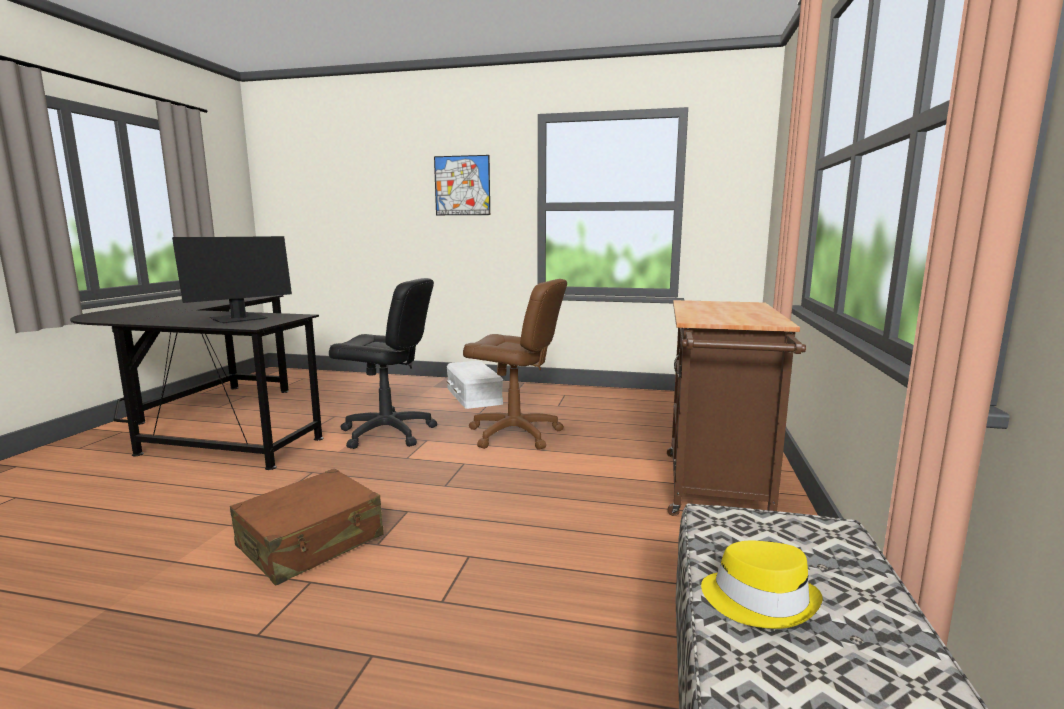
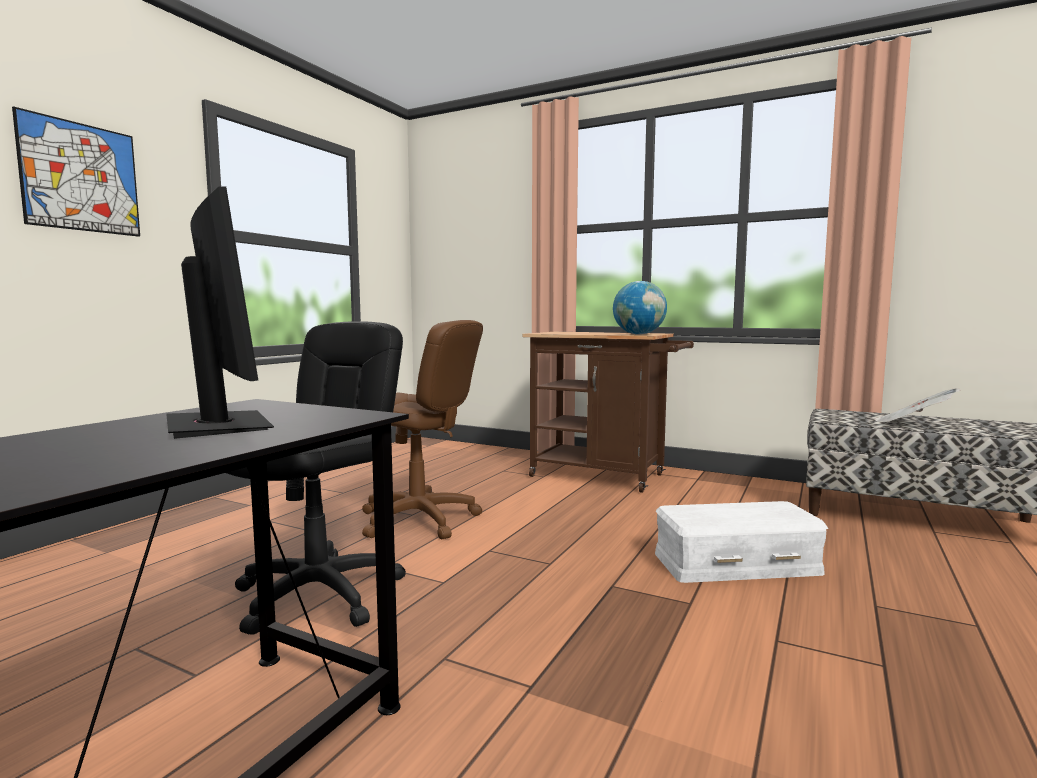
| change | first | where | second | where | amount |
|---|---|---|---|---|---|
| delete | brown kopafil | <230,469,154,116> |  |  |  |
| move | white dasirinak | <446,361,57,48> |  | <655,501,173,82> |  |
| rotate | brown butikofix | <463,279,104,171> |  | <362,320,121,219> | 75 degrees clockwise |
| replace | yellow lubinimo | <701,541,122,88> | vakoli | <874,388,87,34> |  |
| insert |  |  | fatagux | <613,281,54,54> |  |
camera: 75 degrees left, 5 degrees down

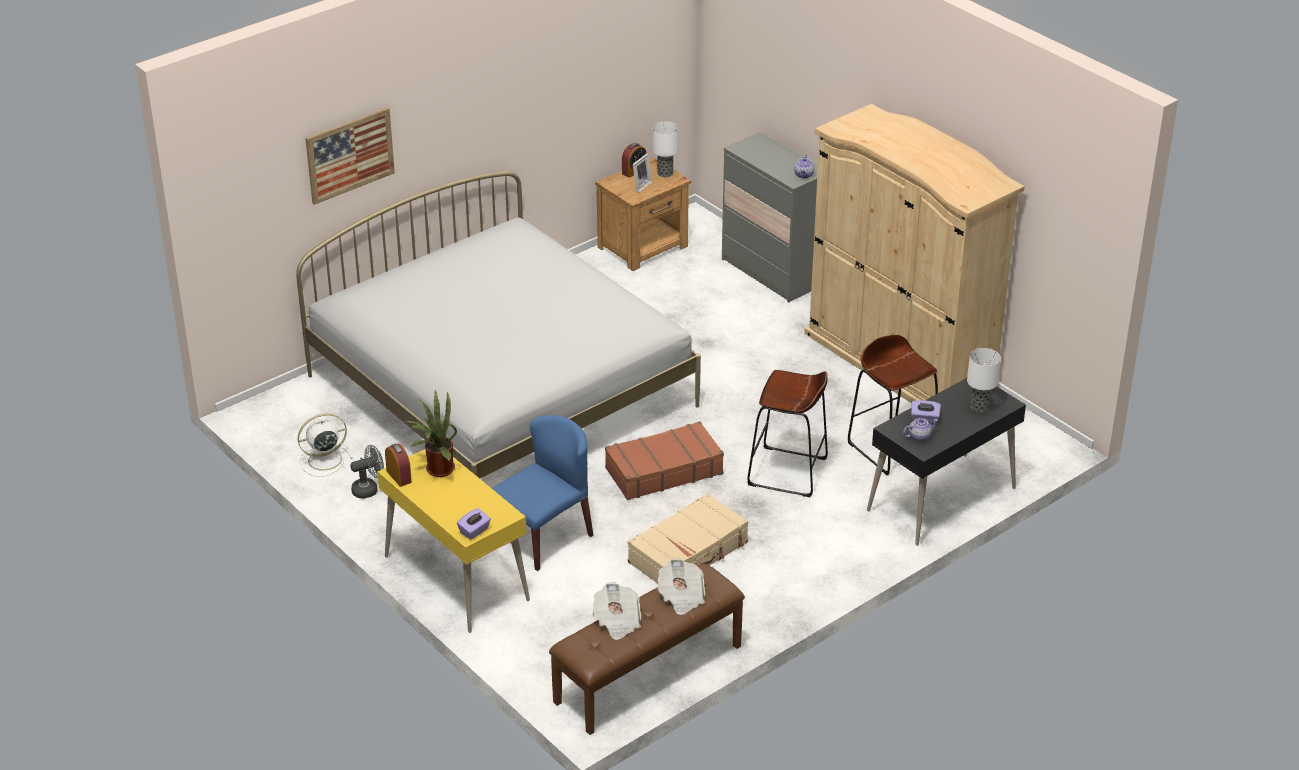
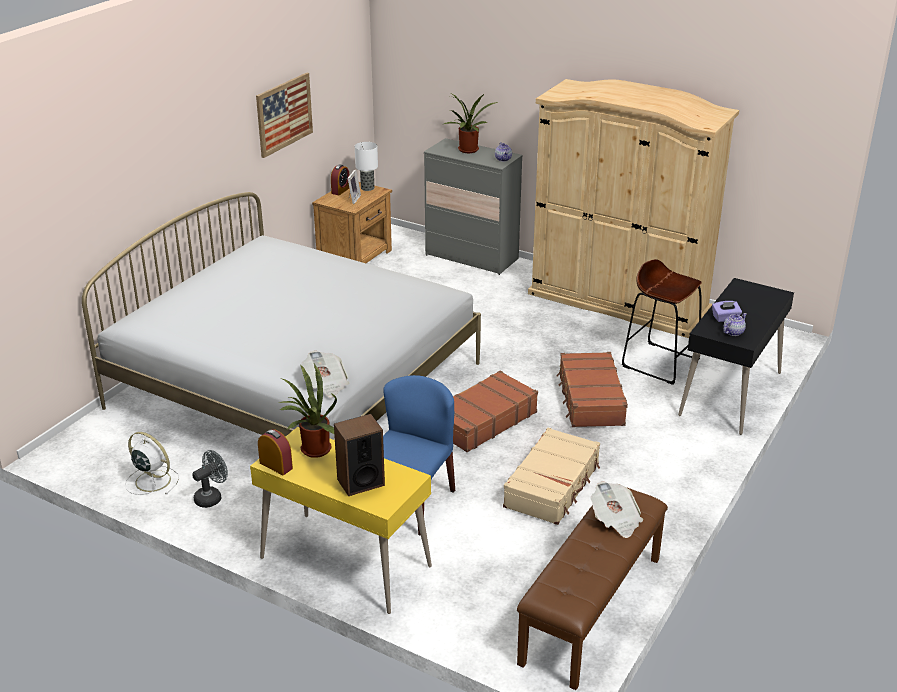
| change | first | where | second | where | amount |
|---|---|---|---|---|---|
| rotate | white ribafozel | <298,413,55,64> |  | <125,432,54,63> | 75 degrees clockwise |
| move | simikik | <305,107,90,98> |  | <256,73,57,85> |  |
| delete | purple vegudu | <457,508,34,31> |  |  |  |
| move | vakoli | <592,582,49,58> |  | <301,350,49,48> |  |
| replace | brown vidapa | <747,370,81,127> | brown kopafil | <556,352,72,75> |  |
| delete | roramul | <967,348,34,64> |  |  |  |
| insert |  |  | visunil | <334,414,51,82> |  |
| insert |  |  | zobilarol | <444,93,54,60> |  |
camera: 20 degrees left, 5 degrees down

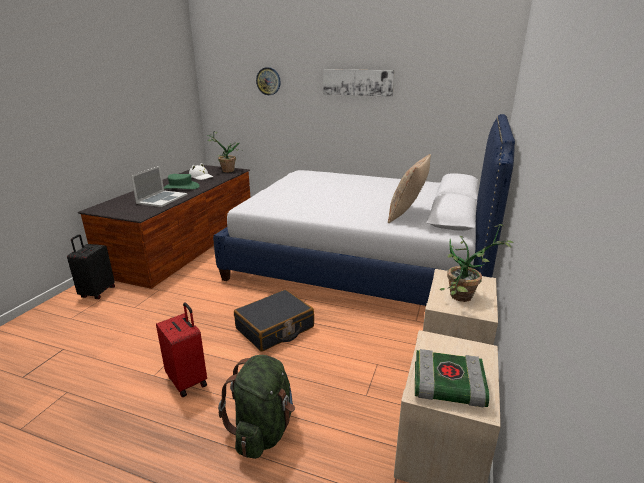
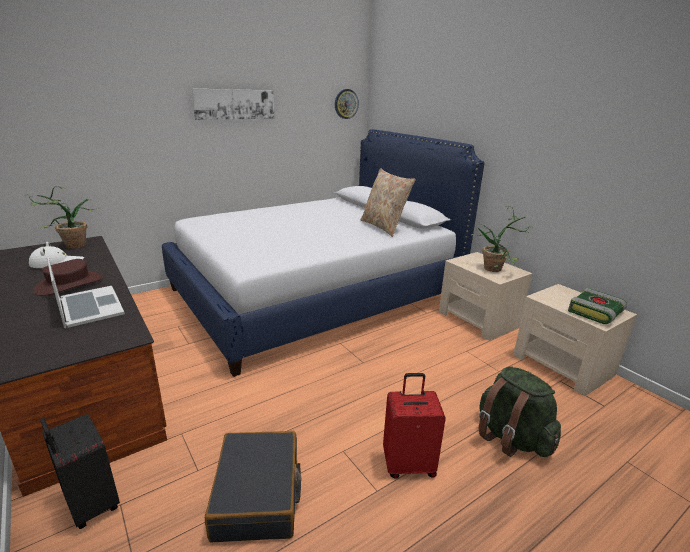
| change | first | where | second | where | amount |
|---|---|---|---|---|---|
| recolor | green lubinimo | <164,174,36,15> | brown lubinimo | <33,259,70,37> |  |
| move | black kopafil | <234,290,80,61> |  | <205,431,97,111> |  |
| move | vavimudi | <256,67,25,28> |  | <335,89,24,30> |  |
camera: 55 degrees left, 0 degrees up

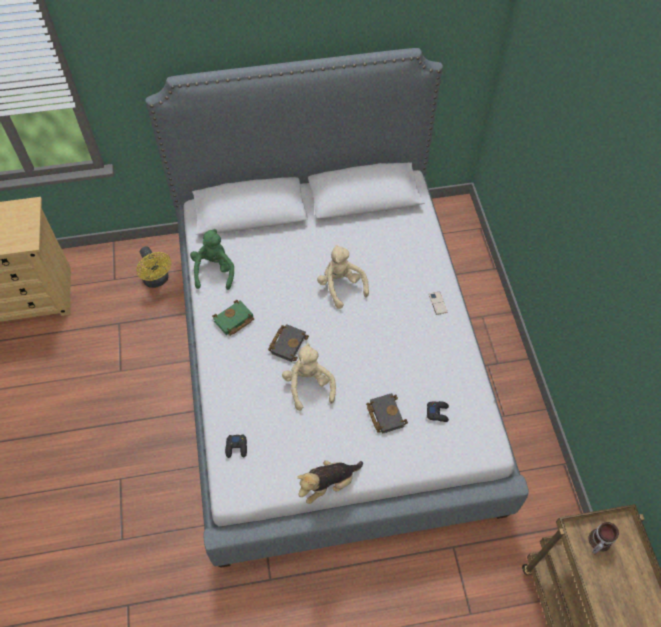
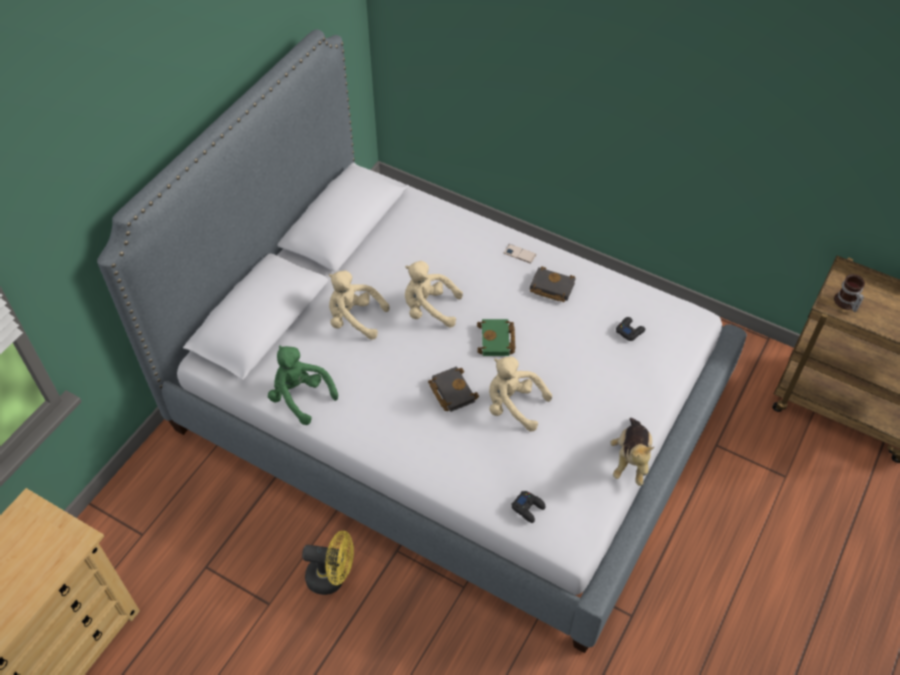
| change | first | where | second | where | amount |
|---|---|---|---|---|---|
| move | yellow ribafozel | <136,246,35,42> |  | <302,531,52,64> |  |
| move | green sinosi | <212,300,42,36> |  | <477,319,38,37> |  |
| move | black sinosi | <366,393,42,41> |  | <530,266,46,36> |  |
| insert |  |  | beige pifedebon | <329,270,61,70> |  |
camera: 50 degrees left, 5 degrees down

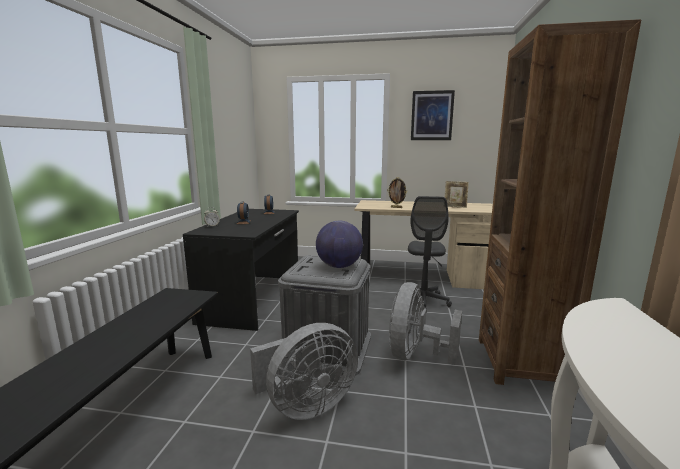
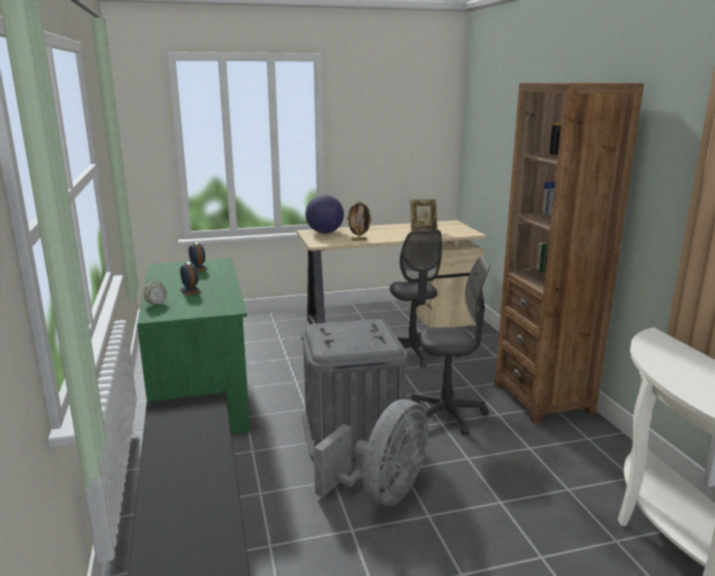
| change | first | where | second | where | amount |
|---|---|---|---|---|---|
| recolor | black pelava | <183,209,116,122> | green pelava | <137,258,113,177> |  |
| move | fatagux | <316,221,47,47> |  | <306,195,38,38> |  |
| replace | grey ribafozel | <389,282,73,83> | grey butikofix | <411,256,79,180> |  |
| delete | simikik | <411,90,44,50> |  |  |  |
camera: 25 degrees left, 5 degrees up

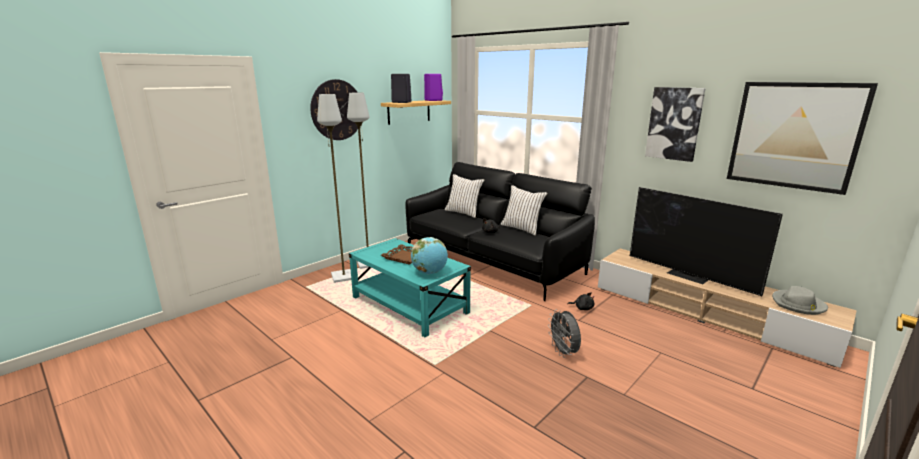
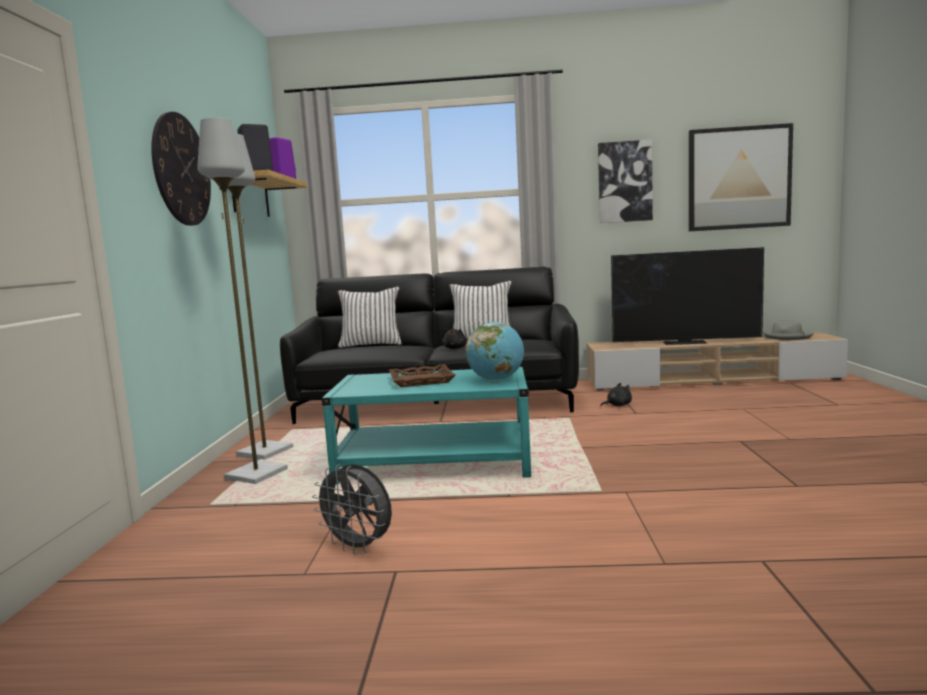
| change | first | where | second | where | amount |
|---|---|---|---|---|---|
| move | grey ribafozel | <548,309,33,49> |  | <312,464,80,90> |  |
camera: 40 degrees left, 10 degrees down

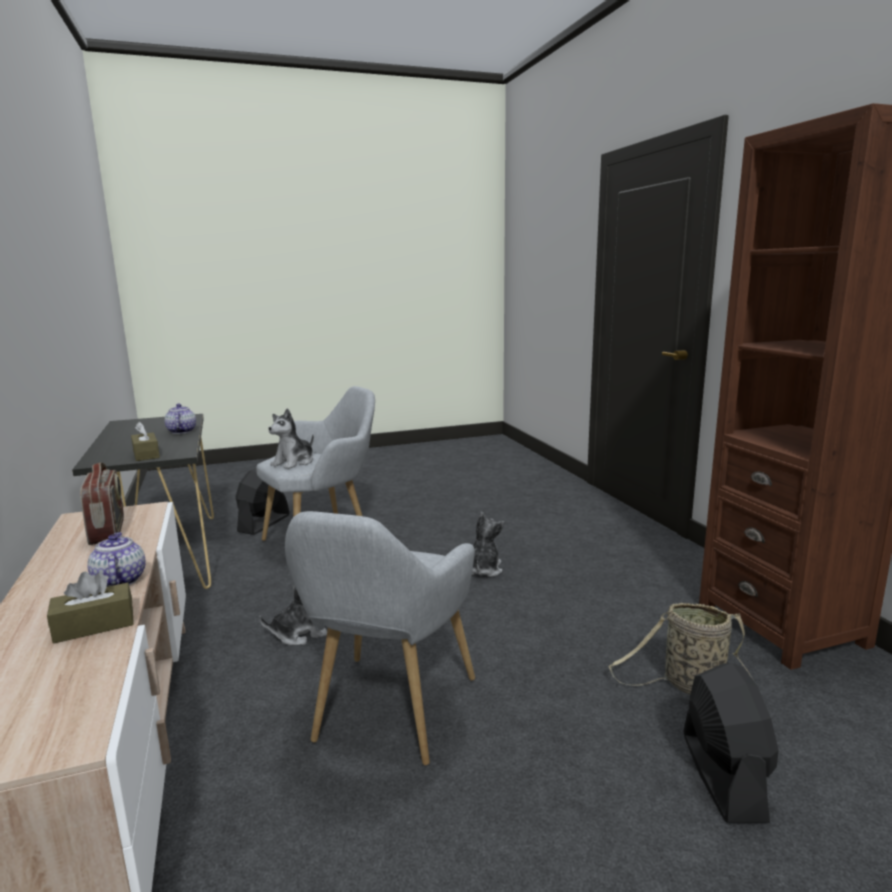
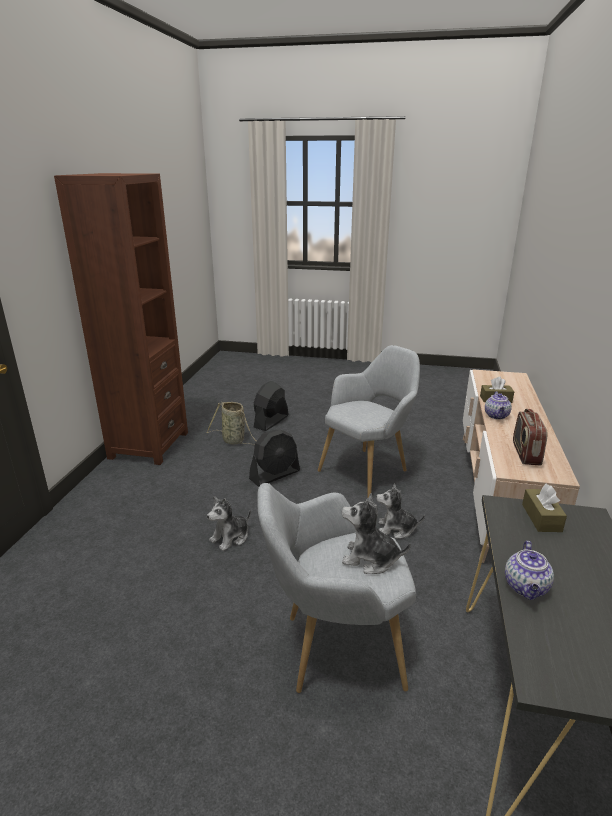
| change | first | where | second | where | amount |
|---|---|---|---|---|---|
| move | black ribafozel | <236,468,53,67> |  | <249,430,51,57> |  |
| rotate | pifedebon | <268,408,46,61> |  | <342,493,69,81> | 135 degrees counterclockwise |
camera: 150 degrees left, 10 degrees up

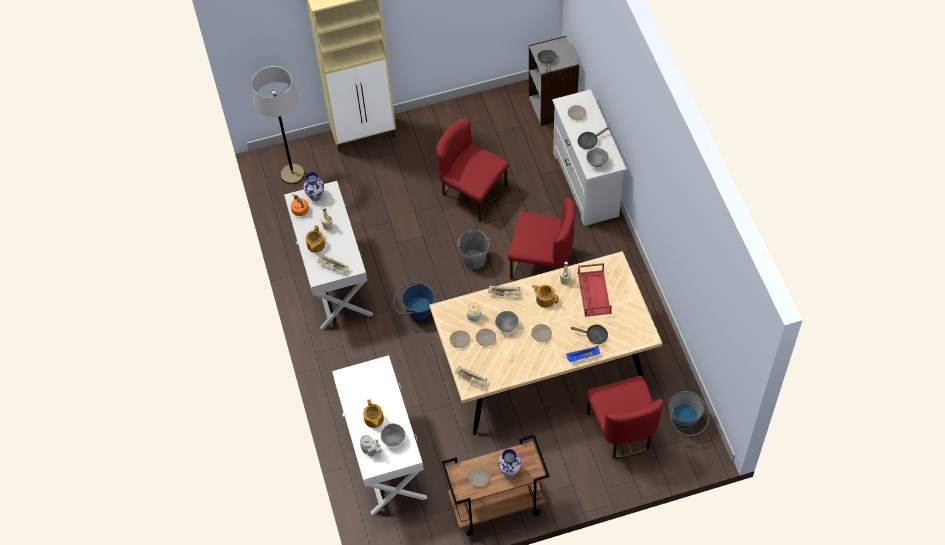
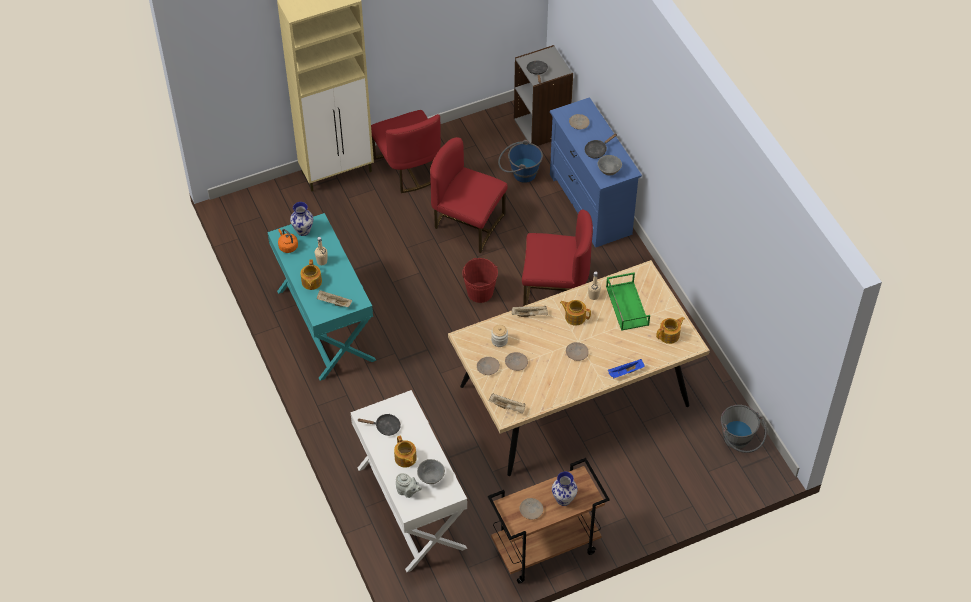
| change | first | where | second | where | amount |
|---|---|---|---|---|---|
| delete | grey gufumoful | <252,66,53,118> |  |  |  |
| recolor | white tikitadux | <284,181,89,148> | turquoise tikitadux | <267,213,109,168> |  |
| move | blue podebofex | <393,282,42,39> |  | <498,140,45,43> |  |
| recolor | grey podebofex | <457,230,32,39> | red podebofex | <462,258,36,45> |  |
| delete | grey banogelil | <495,311,24,21> |  |  |  |
| recolor | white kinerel | <552,89,74,137> | blue kinerel | <550,97,92,151> |  |
| move | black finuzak | <571,325,37,19> |  | <358,414,43,22> |  |
| recolor | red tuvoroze | <578,263,34,54> | green tuvoroze | <606,272,44,59> |  |
| move | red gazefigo | <587,376,76,83> |  | <371,110,70,83> |  |
| insert |  |  | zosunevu | <656,317,29,27> |  |
camera: 10 degrees left, 5 degrees down

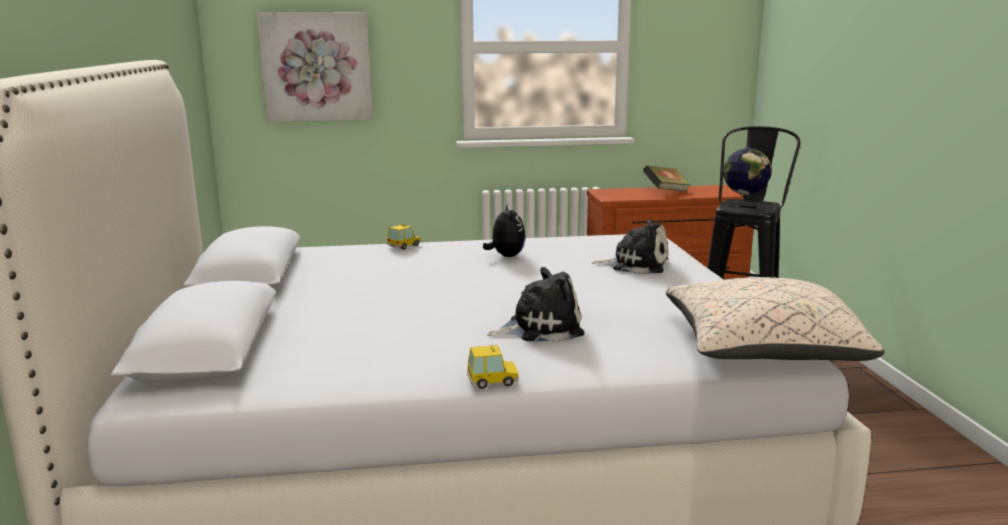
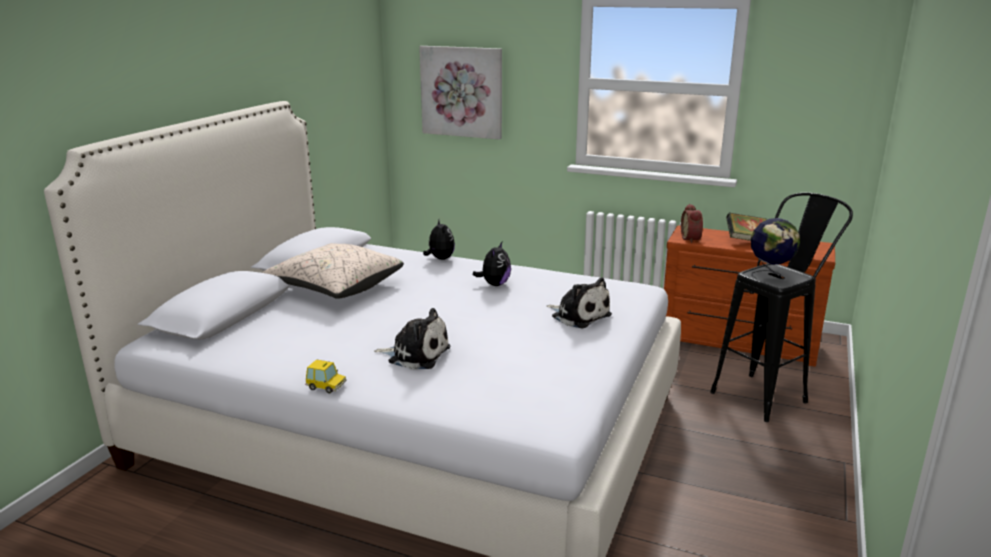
| change | first | where | second | where | amount |
|---|---|---|---|---|---|
| replace | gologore | <387,224,34,25> | pifedebon | <423,220,32,40> |  |
| move | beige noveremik | <666,277,218,84> |  | <263,243,141,56> |  |
| insert |  |  | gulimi | <681,204,22,39> |  |
camera: 30 degrees right, 5 degrees up

